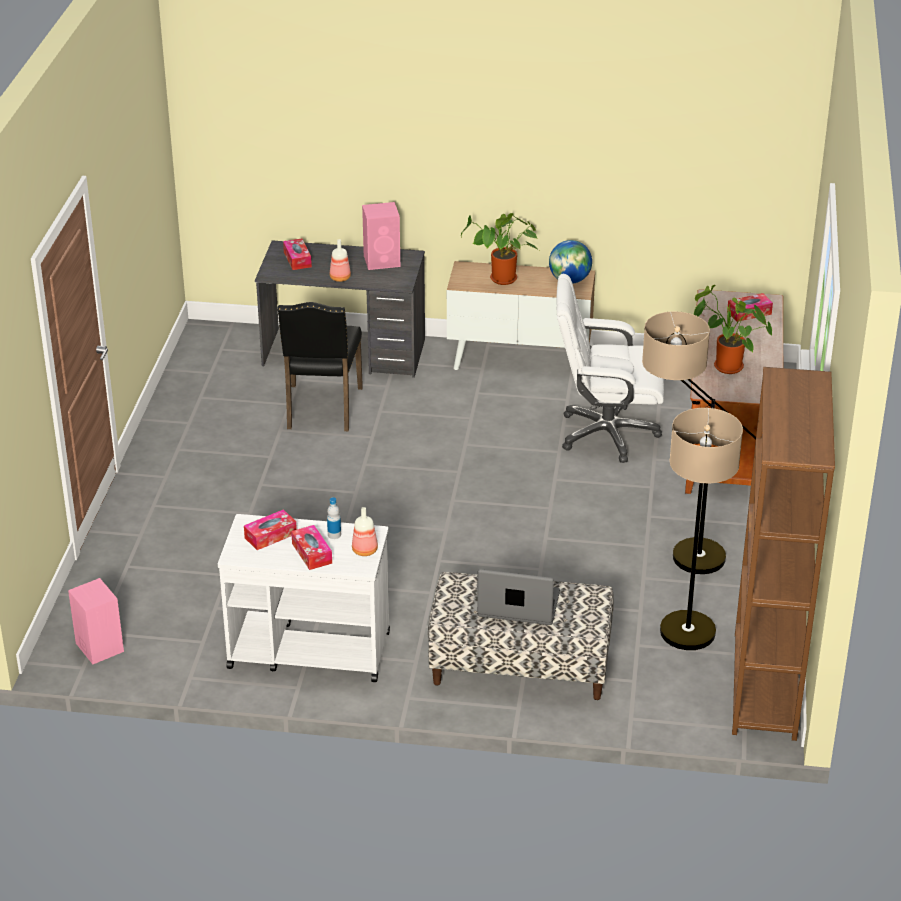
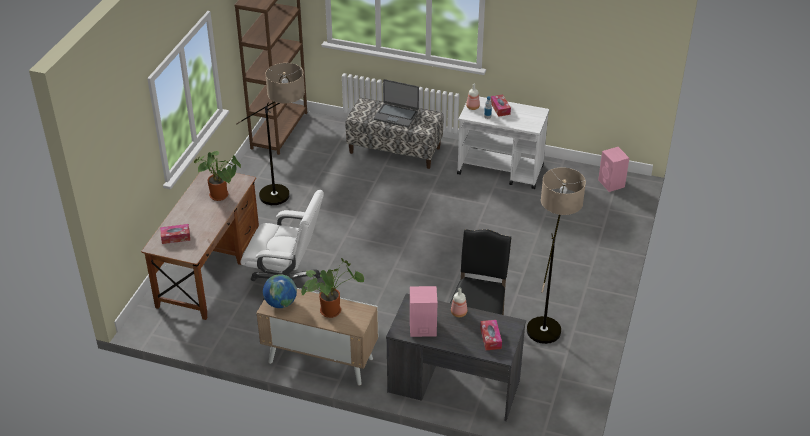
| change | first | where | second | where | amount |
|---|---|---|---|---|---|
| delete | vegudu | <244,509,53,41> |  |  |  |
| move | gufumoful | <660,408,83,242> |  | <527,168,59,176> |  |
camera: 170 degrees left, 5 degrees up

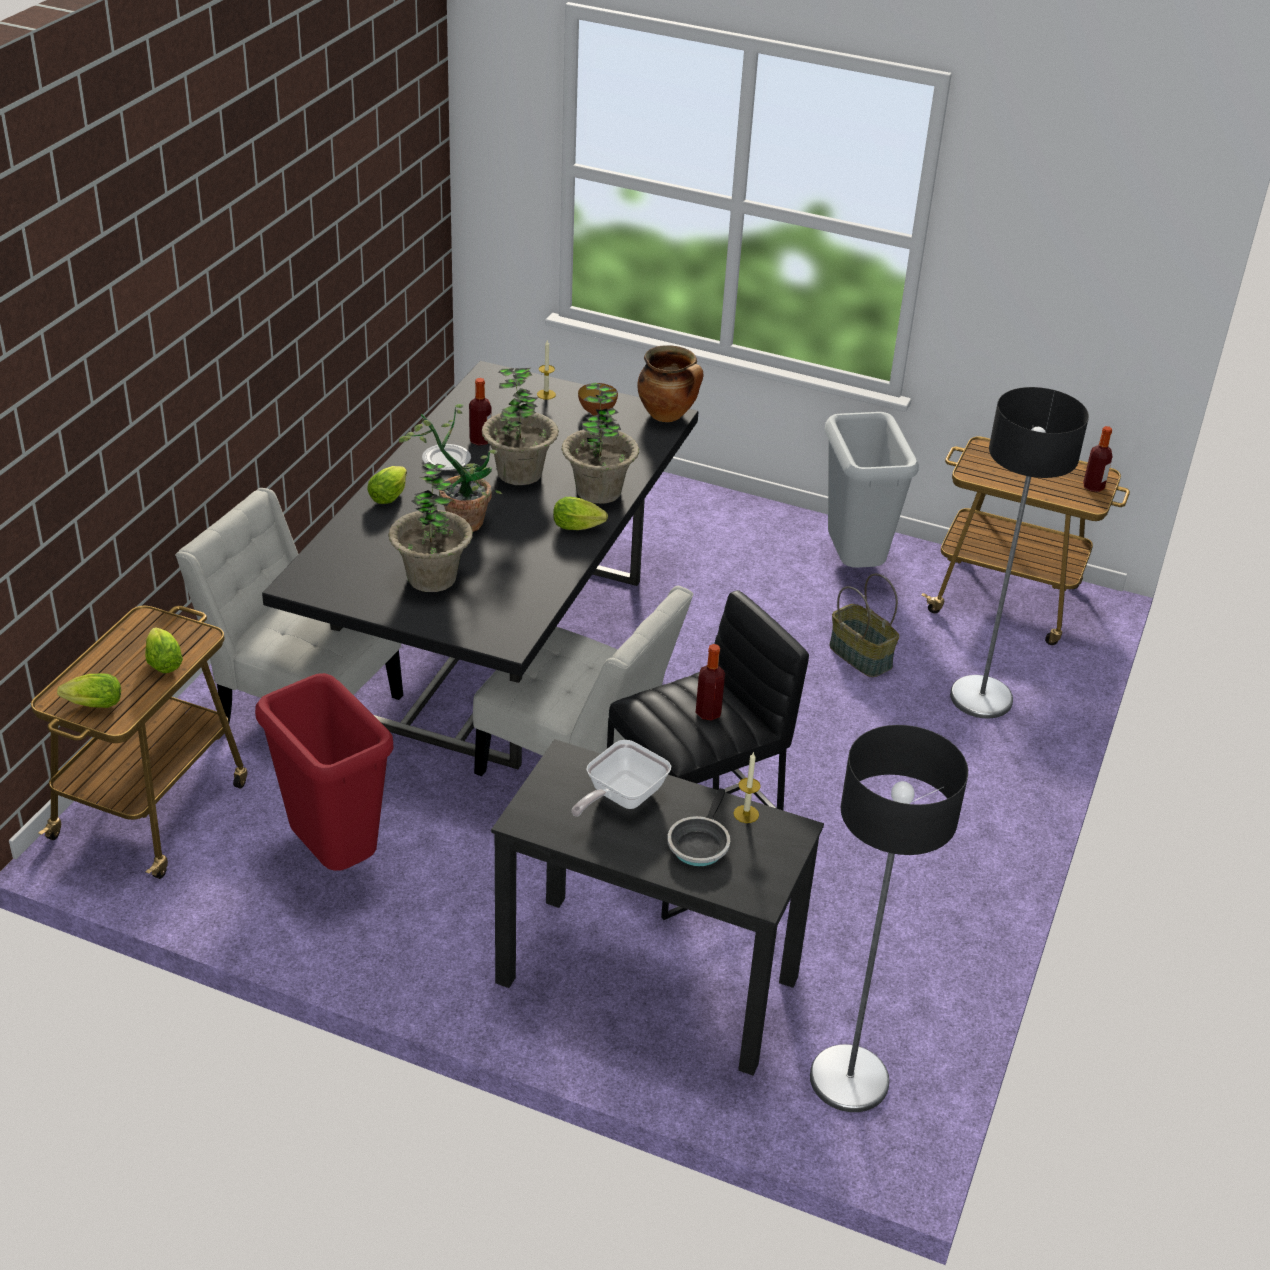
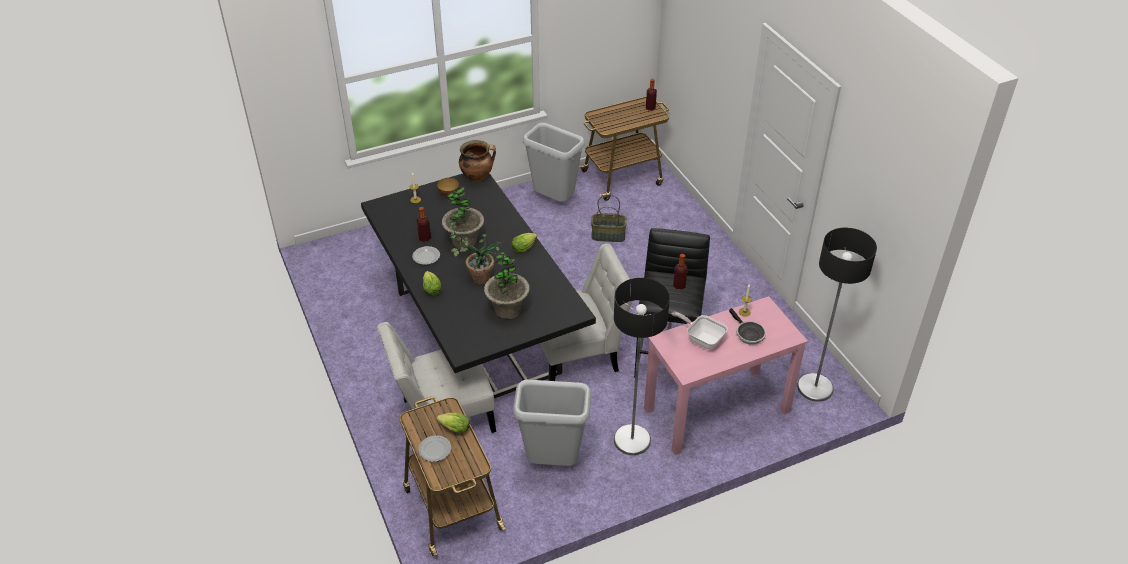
| change | first | where | second | where | amount |
|---|---|---|---|---|---|
| delete | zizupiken | <57,673,64,35> |  |  |  |
| recolor | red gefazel | <255,673,138,198> | grey gefazel | <513,380,78,86> |  |
| recolor | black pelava | <491,739,333,337> | pink pelava | <644,296,164,159> |  |
| delete | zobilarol | <562,383,77,121> |  |  |  |
| rotate | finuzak | <571,740,100,77> |  | <672,312,56,37> | 135 degrees clockwise |
| move | gufumoful | <950,387,139,331> |  | <614,278,56,177> |  |
| insert |  |  | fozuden | <418,435,33,27> |  |
camera: 45 degrees left, 5 degrees up

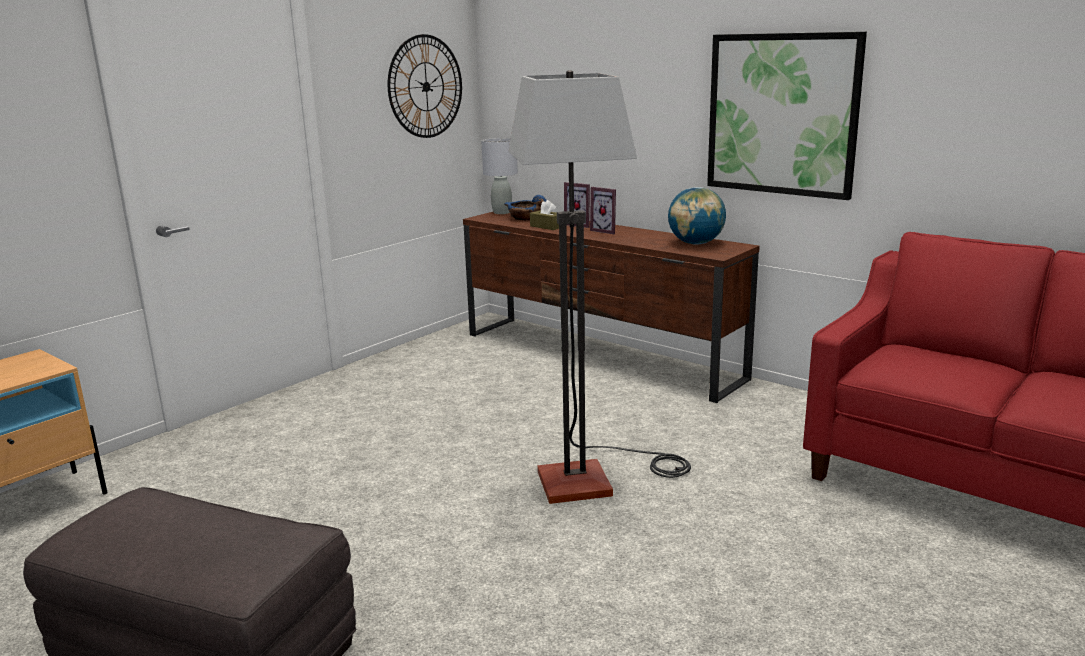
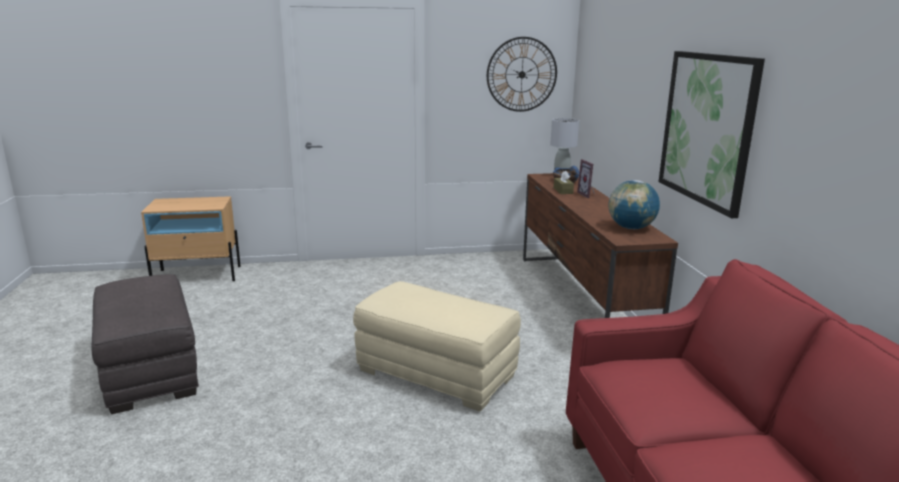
| change | first | where | second | where | amount |
|---|---|---|---|---|---|
| replace | gufumoful | <508,70,183,434> | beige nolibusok | <353,281,168,130> |  |
| delete | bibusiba | <590,187,26,47> |  |  |  |
camera: 40 degrees right, 0 degrees up

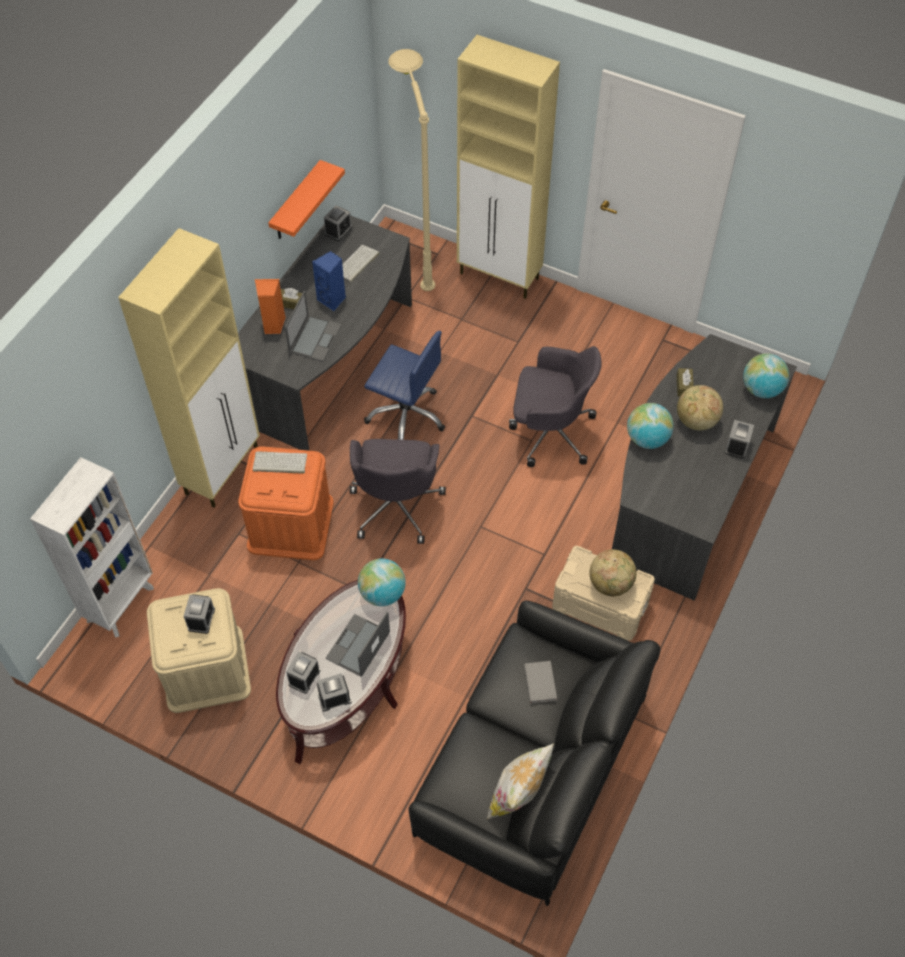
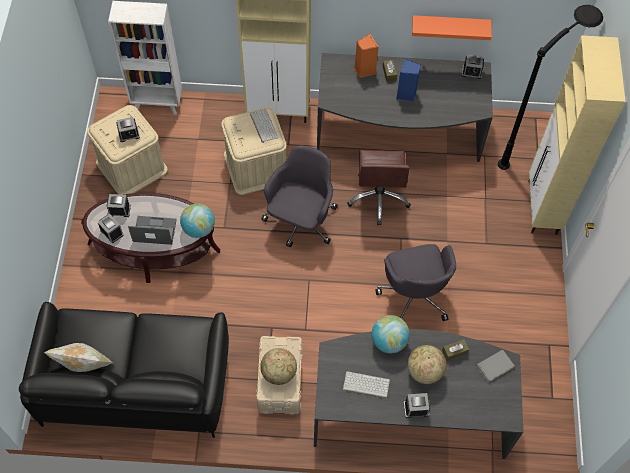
| change | first | where | second | where | amount |
|---|---|---|---|---|---|
| recolor | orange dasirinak | <238,446,96,114> | beige dasirinak | <221,108,66,87> |  |
| delete | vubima | <285,291,57,71> |  |  |  |
| move | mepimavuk | <342,245,38,37> |  | <343,371,47,28> |  |
| rotate | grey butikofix | <350,439,96,105> |  | <261,146,77,101> | 135 degrees clockwise |
| recolor | blue butikofix | <364,331,81,109> | brown butikofix | <347,150,64,75> |  |
| recolor | beige gufumoful | <388,49,47,242> | black gufumoful | <498,5,105,165> |  |
| move | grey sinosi | <524,661,33,42> |  | <476,350,39,32> |  |
| delete | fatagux | <743,353,46,45> |  |  |  |
camera: 65 degrees right, 5 degrees up

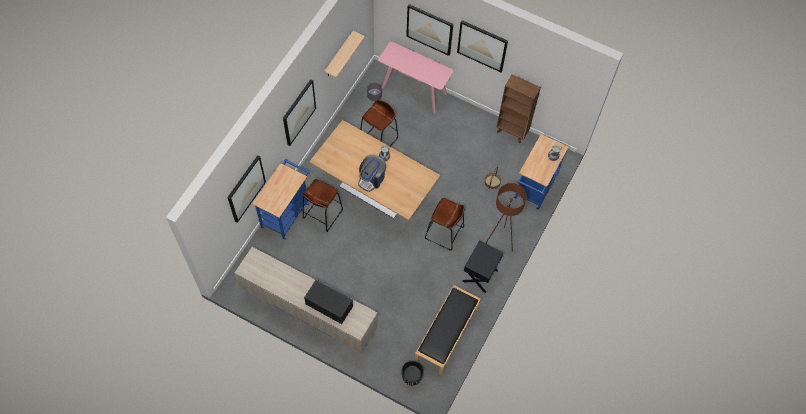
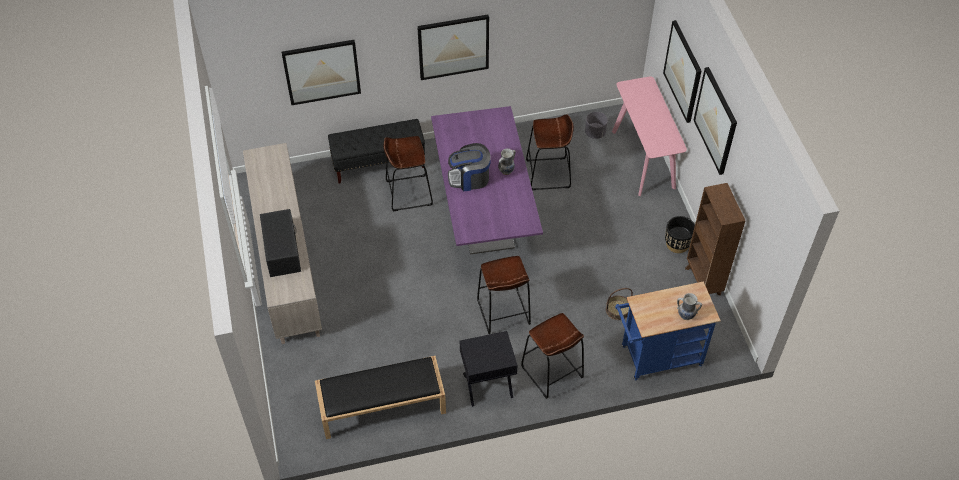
| change | first | where | second | where | amount |
|---|---|---|---|---|---|
| replace | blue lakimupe | <252,159,58,81> | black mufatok | <328,119,97,64> |  |
| recolor | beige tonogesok | <309,120,131,101> | purple tonogesok | <431,106,112,148> |  |
| delete | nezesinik | <324,31,41,47> |  |  |  |
| move | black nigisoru | <402,360,22,26> |  | <665,216,30,37> |  |
| replace | brown gufumoful | <485,183,42,69> | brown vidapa | <521,313,63,86> |  |
camera: 50 degrees right, 10 degrees down

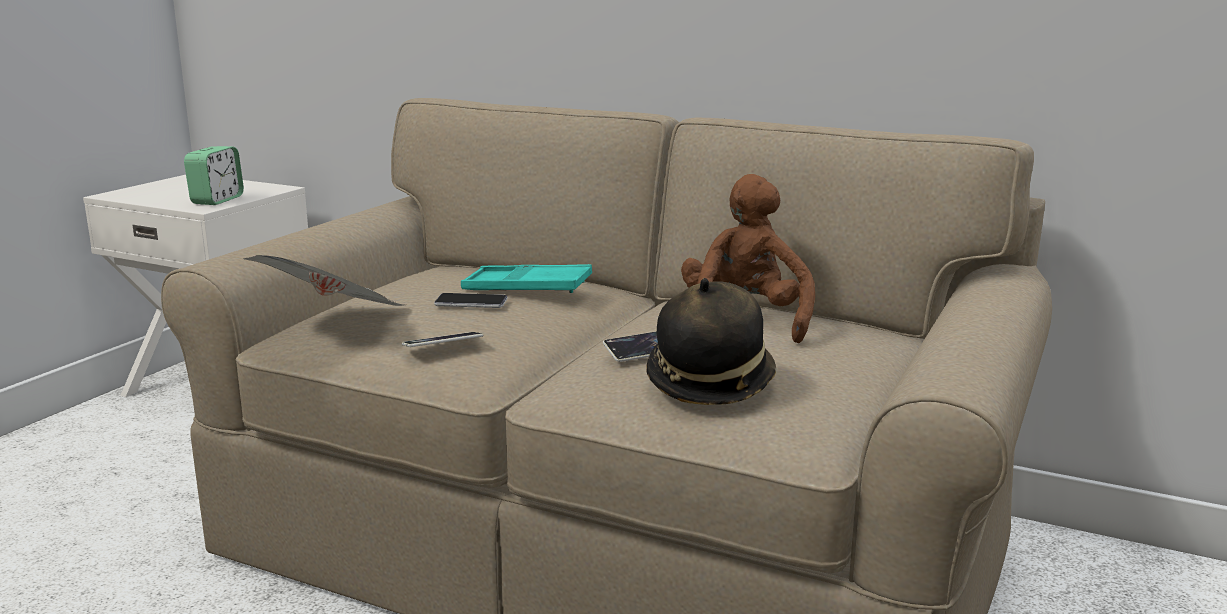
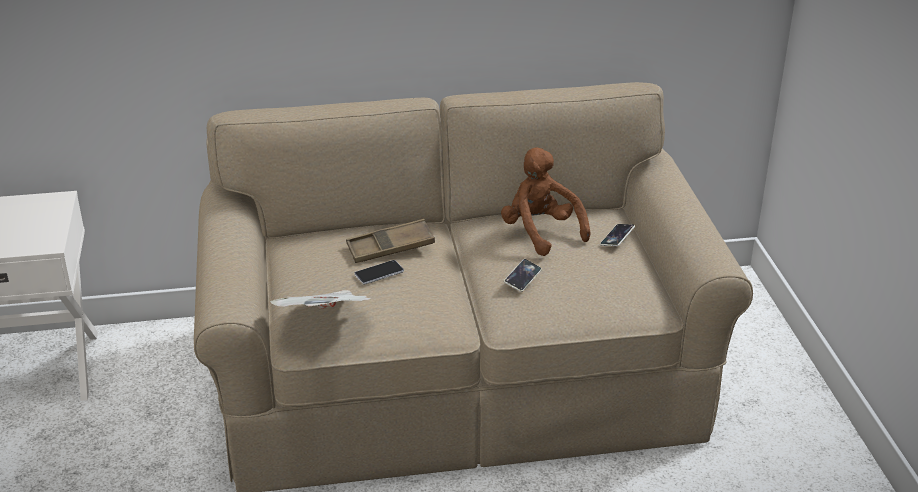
| change | first | where | second | where | amount |
|---|---|---|---|---|---|
| delete | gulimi | <184,146,60,59> |  |  |  |
| move | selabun | <402,332,81,15> |  | <600,224,35,22> |  |
| recolor | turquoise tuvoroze | <461,264,131,29> | brown tuvoroze | <346,219,89,44> |  |
| delete | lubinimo | <646,278,131,127> |  |  |  |
camera: 35 degrees left, 15 degrees up

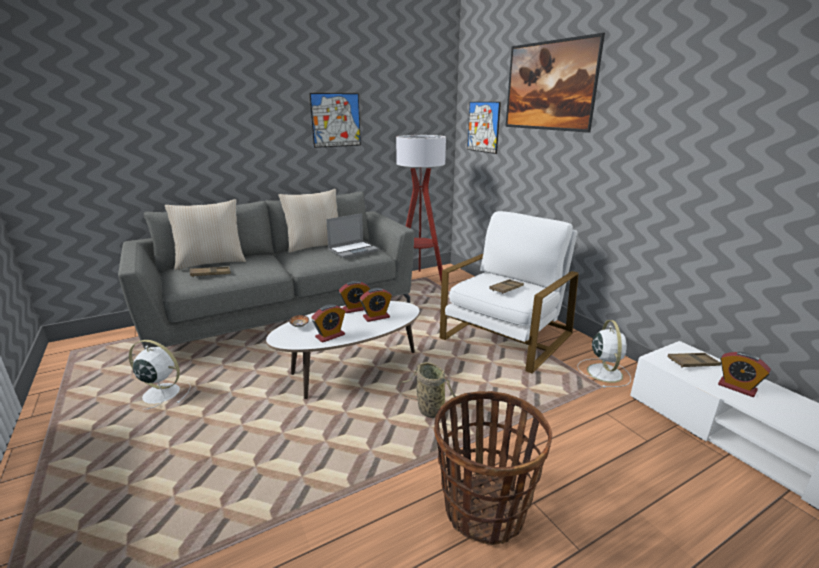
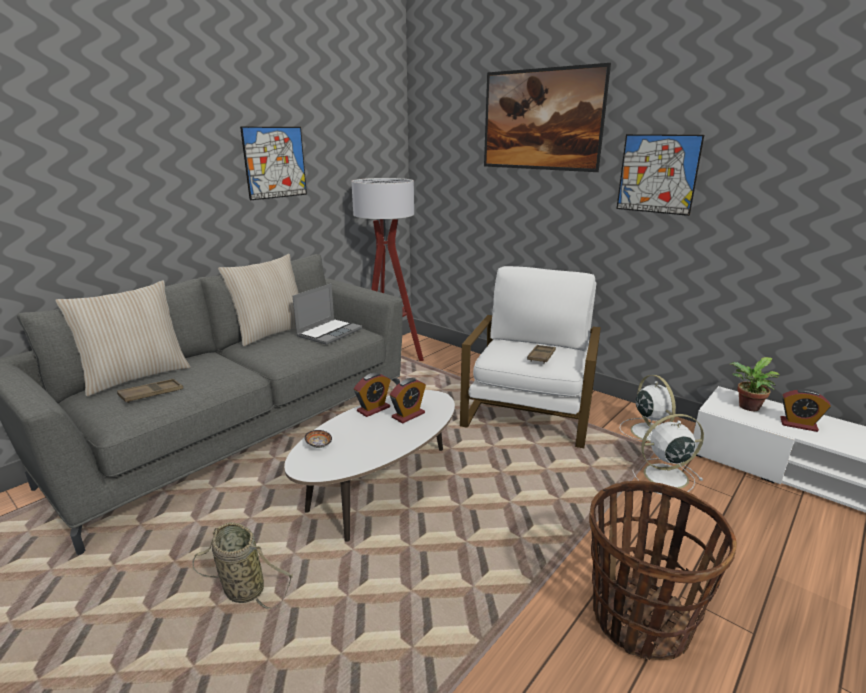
| change | first | where | second | where | amount |
|---|---|---|---|---|---|
| move | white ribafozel | <129,340,62,69> |  | <633,414,71,81> |  |
| delete | gulimi | <311,304,34,39> |  |  |  |
| move | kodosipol | <398,362,64,63> |  | <192,522,101,87> |  |
| move | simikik | <467,102,34,52> |  | <616,134,88,82> |  |
| replace | brown tuvoroze | <668,353,53,15> | zobilarol | <730,357,50,54> |  |
camera: 20 degrees left, 0 degrees up

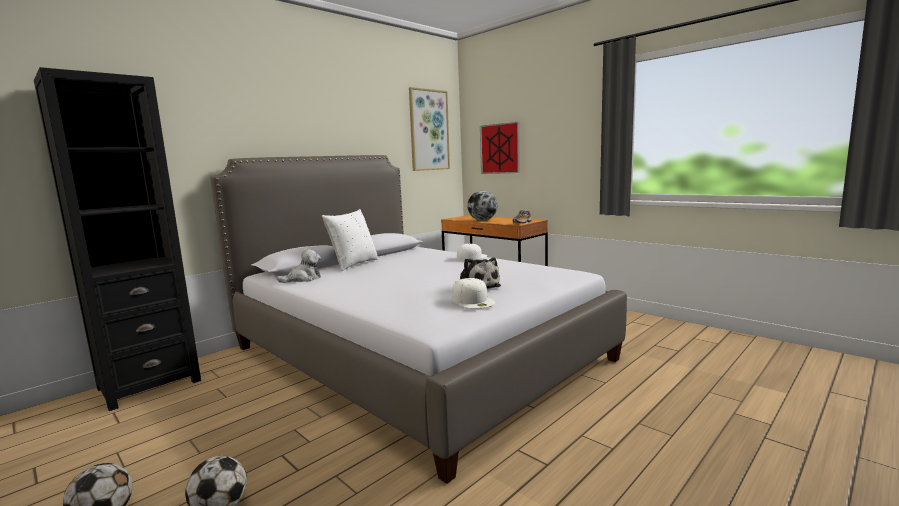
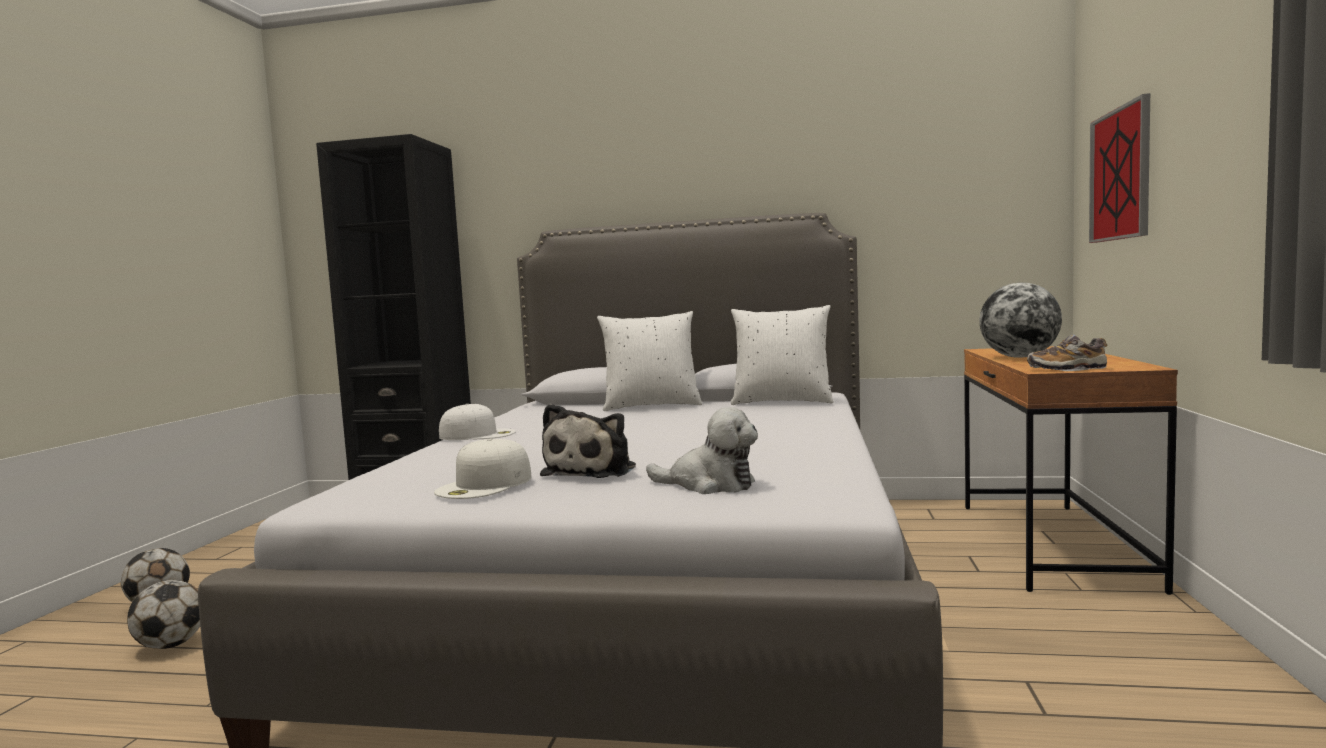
| change | first | where | second | where | amount |
|---|---|---|---|---|---|
| move | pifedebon | <277,249,44,34> |  | <646,407,112,87> |  |
| delete | simikik | <409,87,41,84> |  |  |  |
| move | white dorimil | <457,244,30,17> |  | <439,404,77,36> |  |
| insert |  |  | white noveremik | <730,305,104,100> |  |
camera: 55 degrees right, 5 degrees down

